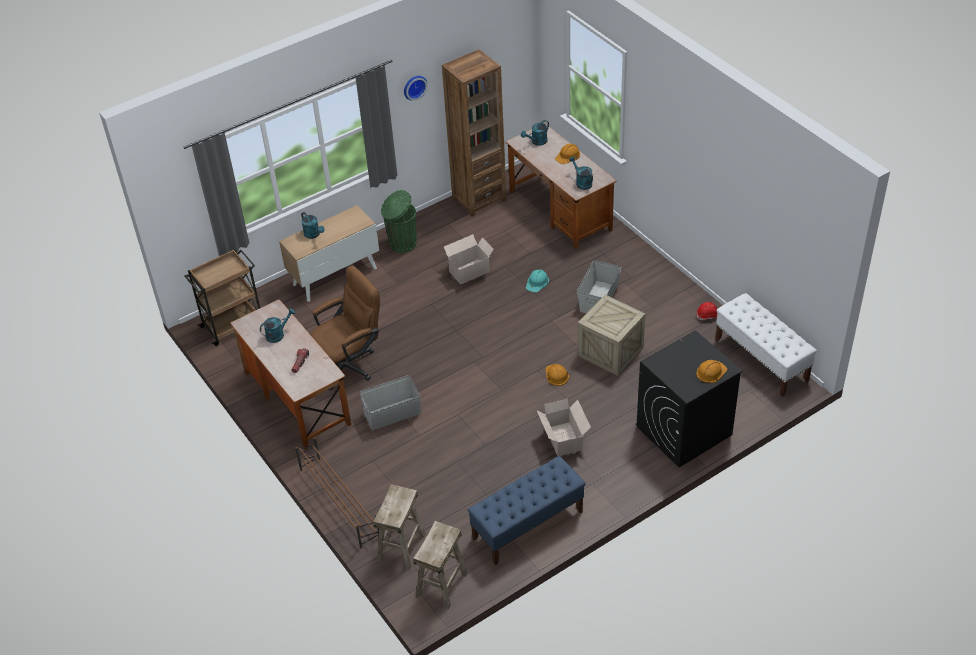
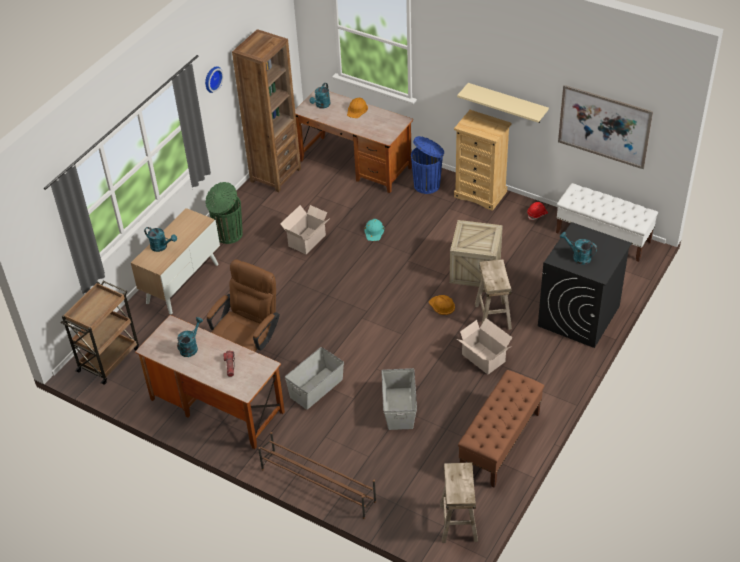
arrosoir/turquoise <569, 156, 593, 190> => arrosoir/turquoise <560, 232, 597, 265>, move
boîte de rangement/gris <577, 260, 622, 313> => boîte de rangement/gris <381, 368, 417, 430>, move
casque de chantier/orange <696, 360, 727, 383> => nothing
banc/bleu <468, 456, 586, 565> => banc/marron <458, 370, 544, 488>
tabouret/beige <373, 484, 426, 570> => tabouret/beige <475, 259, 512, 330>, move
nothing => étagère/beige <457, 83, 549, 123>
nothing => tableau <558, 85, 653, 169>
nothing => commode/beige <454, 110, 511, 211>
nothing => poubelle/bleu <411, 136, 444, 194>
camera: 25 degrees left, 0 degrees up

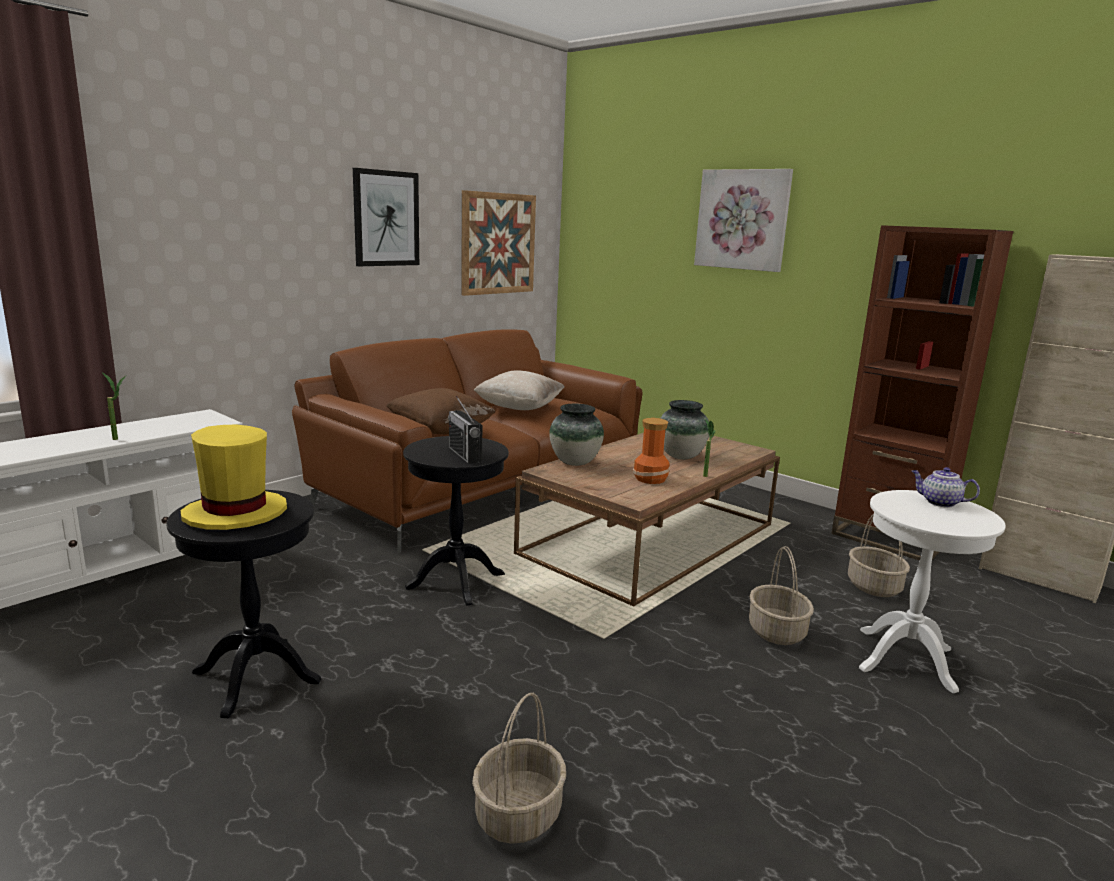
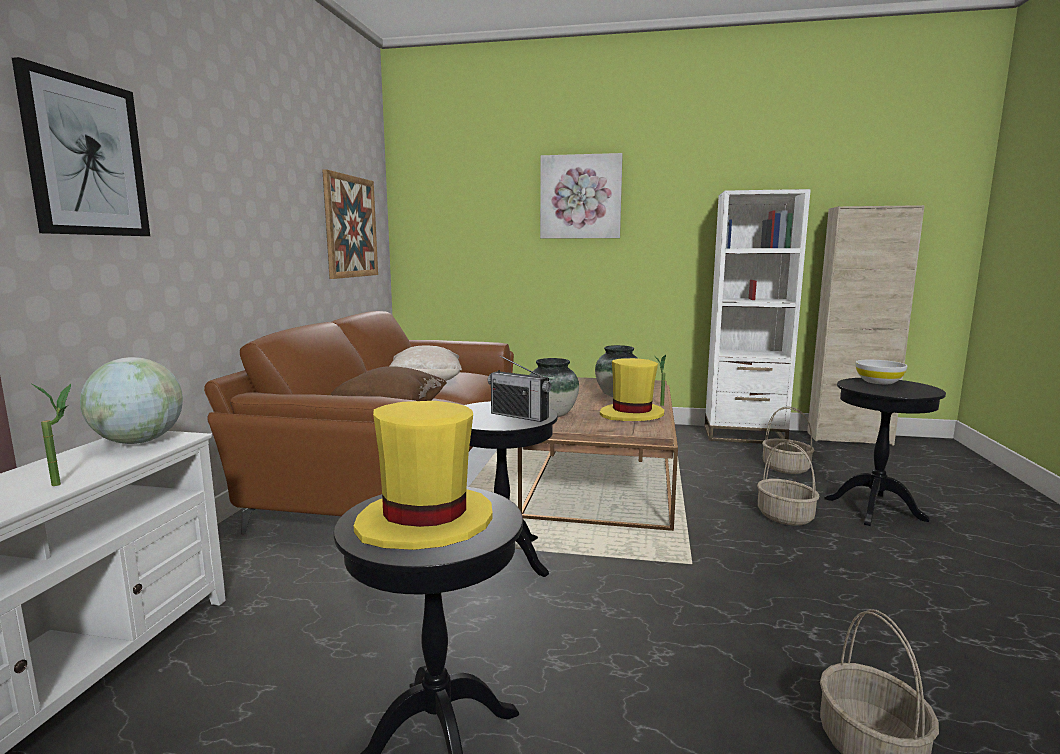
tableau <353, 168, 419, 266> => tableau <12, 57, 150, 236>, move
bibliothèque/marron <831, 225, 1014, 561> => bibliothèque/blanc <705, 189, 811, 444>
vase <633, 418, 670, 484> => chapeau/jaune <600, 358, 664, 421>
théière <912, 467, 980, 508> => bol/blanc <856, 360, 907, 384>
table d'appoint/blanc <859, 490, 1006, 694> => table d'appoint/noir <824, 378, 946, 526>
nothing => globe <80, 357, 183, 444>
camera: 30 degrees left, 5 degrees down

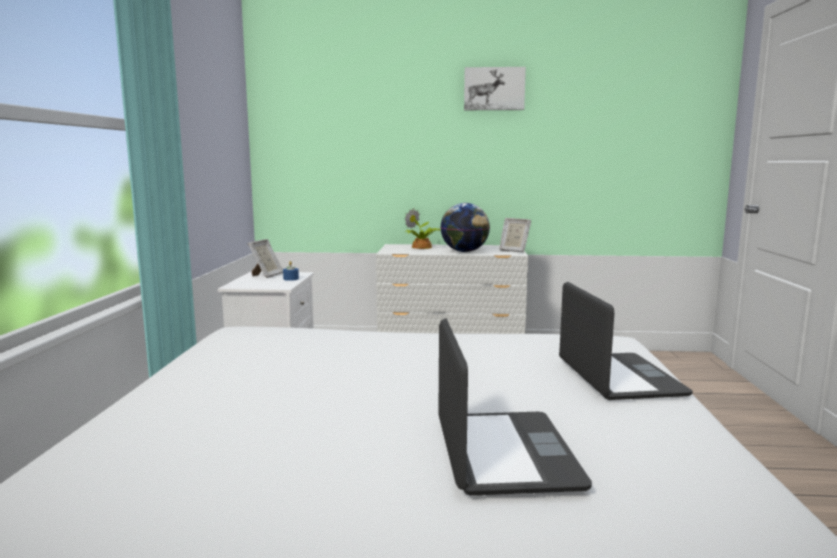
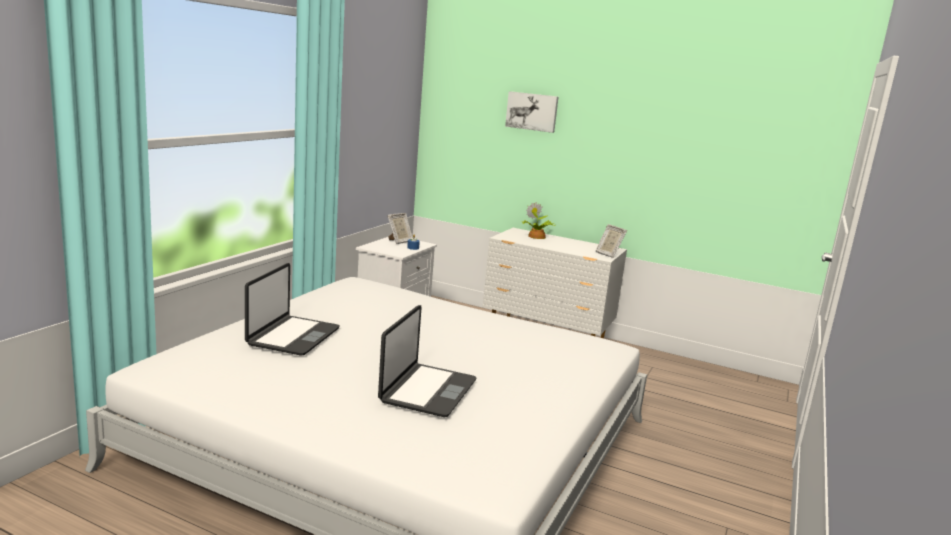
tableau <464, 67, 526, 110> => tableau <505, 91, 558, 133>, move
globe <440, 203, 490, 252> => nothing
ordinateur portable <559, 282, 693, 400> => ordinateur portable <245, 263, 340, 356>, move
camera: 20 degrees right, 5 degrees up

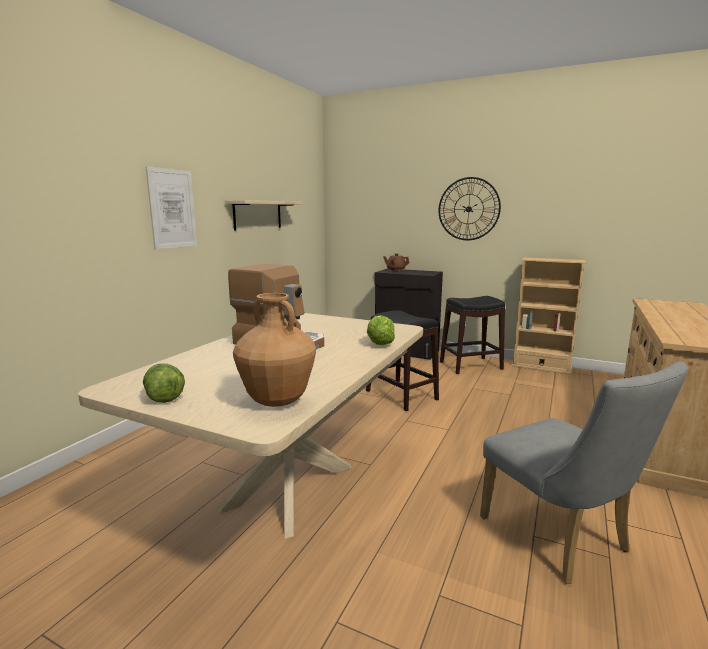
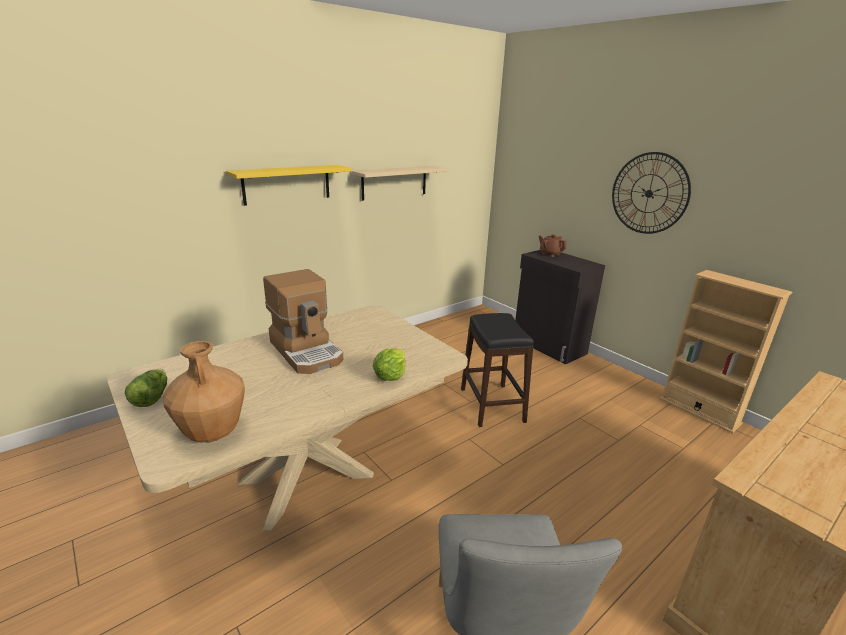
tableau <146, 167, 197, 249> => étagère/jaune <226, 165, 351, 206>
tabouret/noir <440, 296, 505, 374> => nothing
camera: 25 degrees right, 10 degrees up

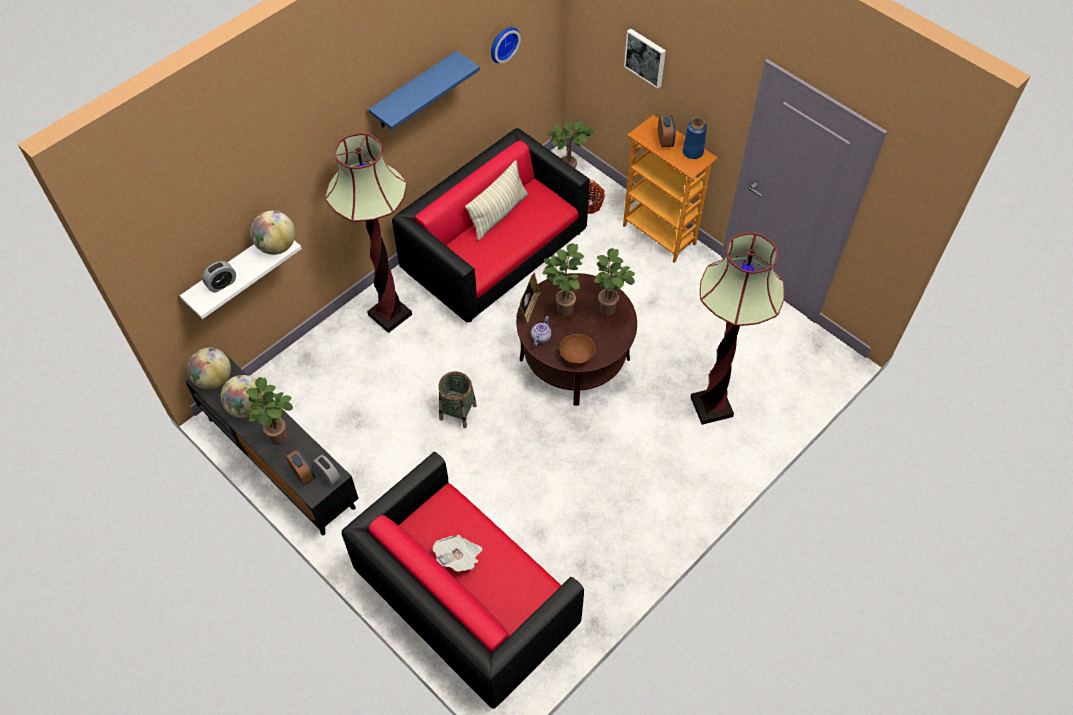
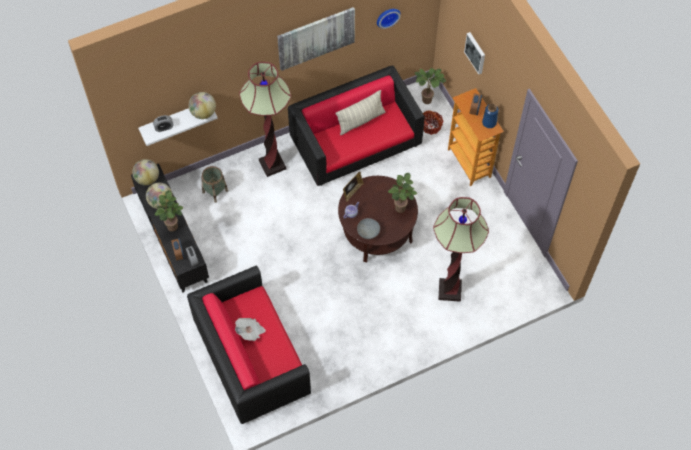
étagère/bleu <368, 51, 480, 130> => tableau <277, 7, 355, 71>
plante en pot <542, 243, 584, 317> => nothing
bol/marron <559, 334, 595, 365> => bol/gris <357, 218, 380, 239>
panier <439, 371, 477, 428> => panier <201, 166, 228, 203>, move
camera: 20 degrees right, 5 degrees up

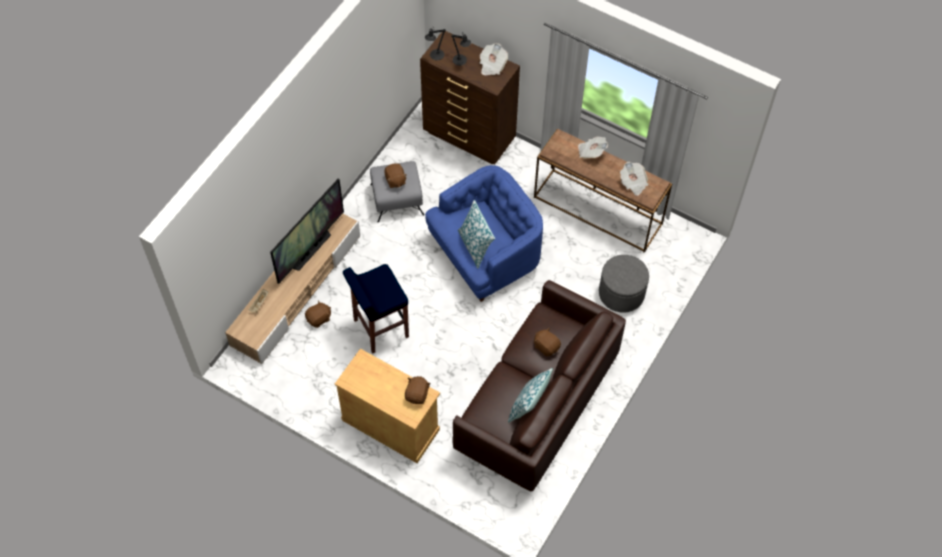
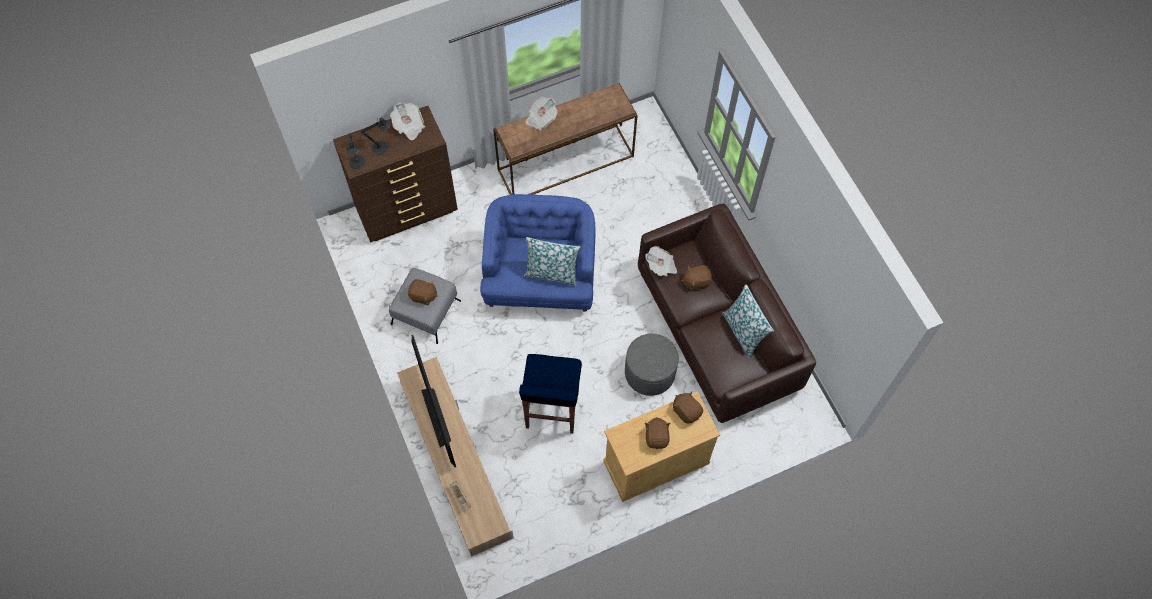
journal <620, 162, 649, 196> => journal <645, 246, 677, 276>, move
pouf/gris <599, 255, 649, 313> => pouf/gris <625, 334, 679, 396>, move
peluche/marron <305, 300, 331, 328> => peluche/marron <645, 417, 670, 450>, move
camera: 55 degrees left, 5 degrees up

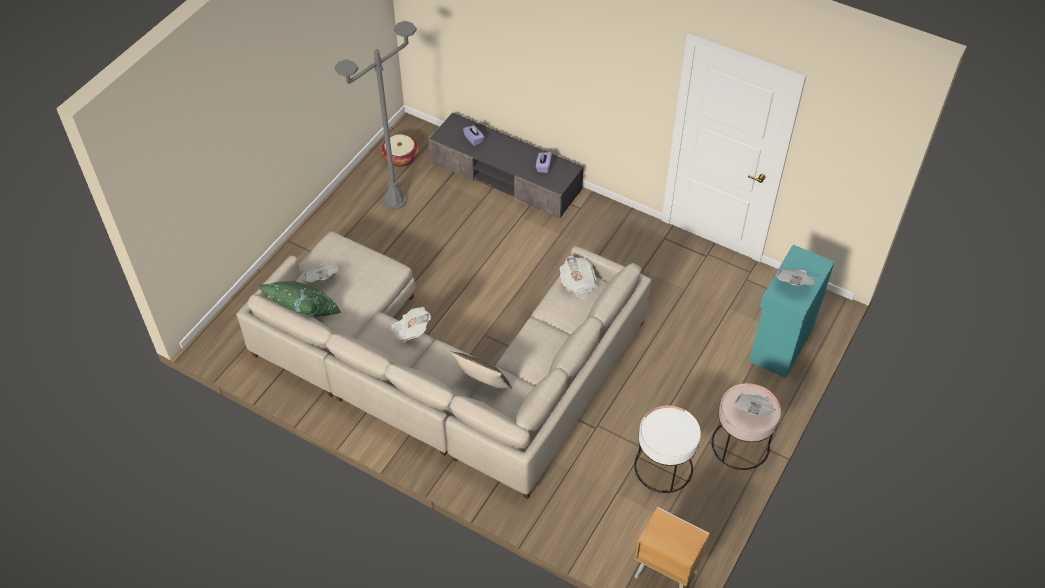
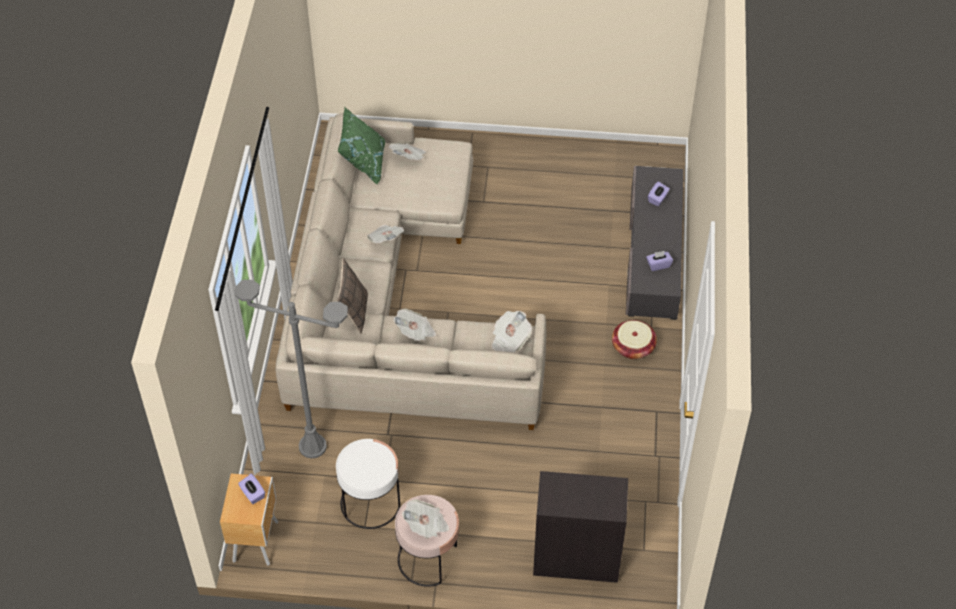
lampadaire/gris <334, 21, 417, 210> => lampadaire/gris <235, 280, 348, 459>, move
panier <381, 134, 419, 167> => panier <612, 320, 657, 359>, move
meuble de rangement/turquoise <749, 245, 834, 378> => meuble de rangement/noir <533, 471, 628, 583>
journal <776, 269, 816, 285> => journal <393, 308, 437, 341>, move
nothing => boîte à mouchoirs/violet <238, 474, 265, 504>
camera: 65 degrees right, 0 degrees up

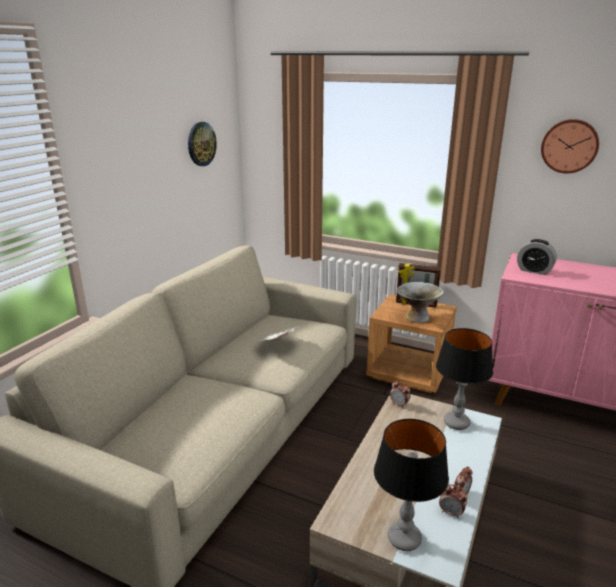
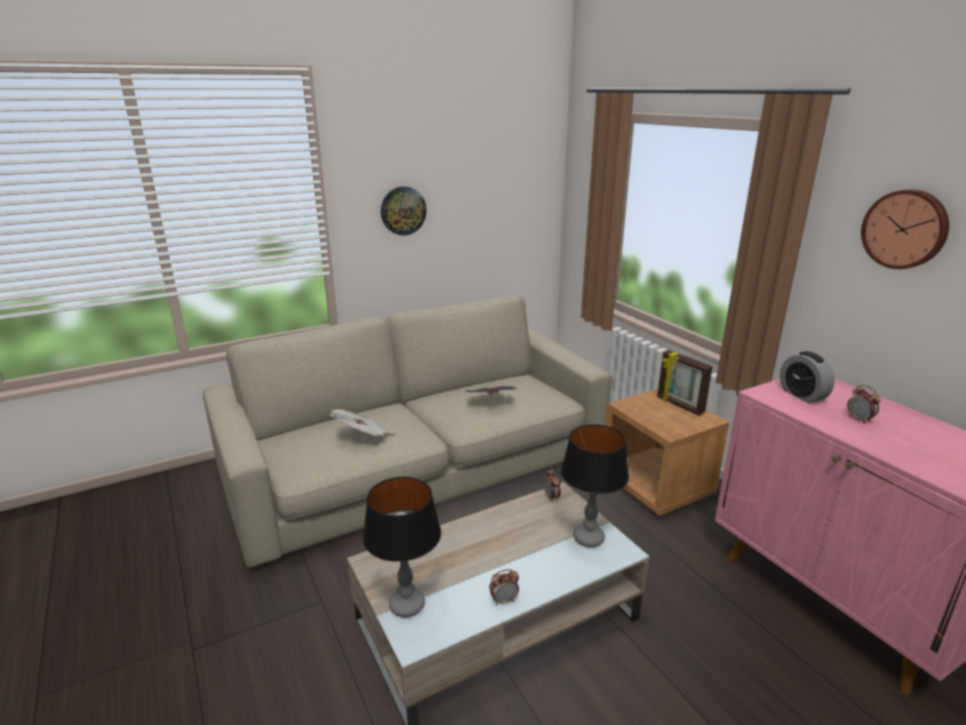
horloge murale <188, 122, 217, 166> => horloge murale <381, 186, 427, 236>, move
bol/gris <397, 282, 444, 323> => nothing
réveil <439, 484, 468, 518> => réveil <847, 385, 881, 424>, move
nothing => journal <329, 409, 395, 436>
camera: 35 degrees right, 0 degrees up

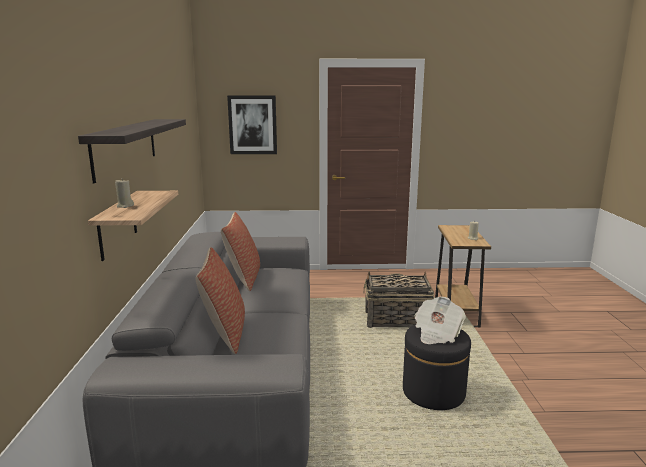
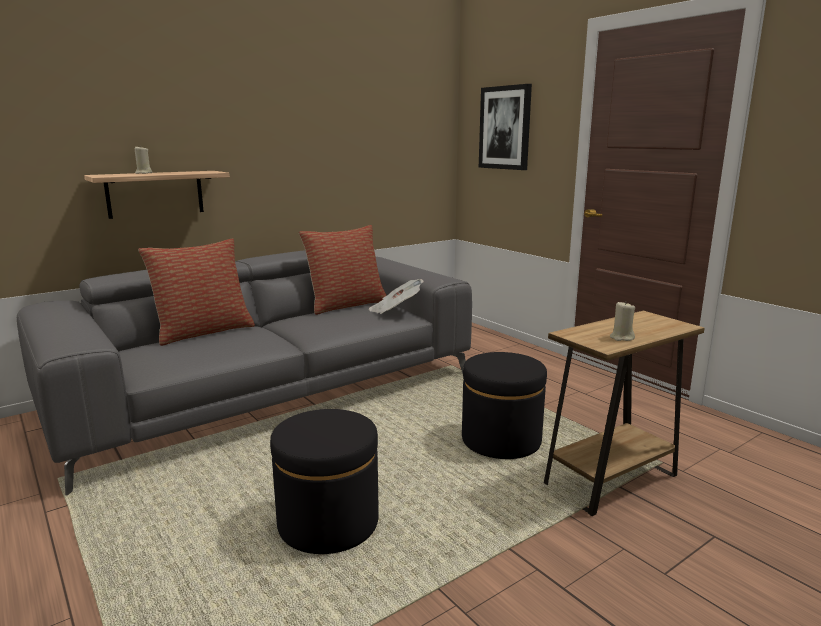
étagère <78, 119, 186, 183> => nothing
panier <364, 271, 434, 328> => pouf/noir <462, 352, 547, 459>
journal <414, 296, 466, 344> => journal <369, 279, 424, 314>, move
camera: 55 degrees right, 0 degrees up

